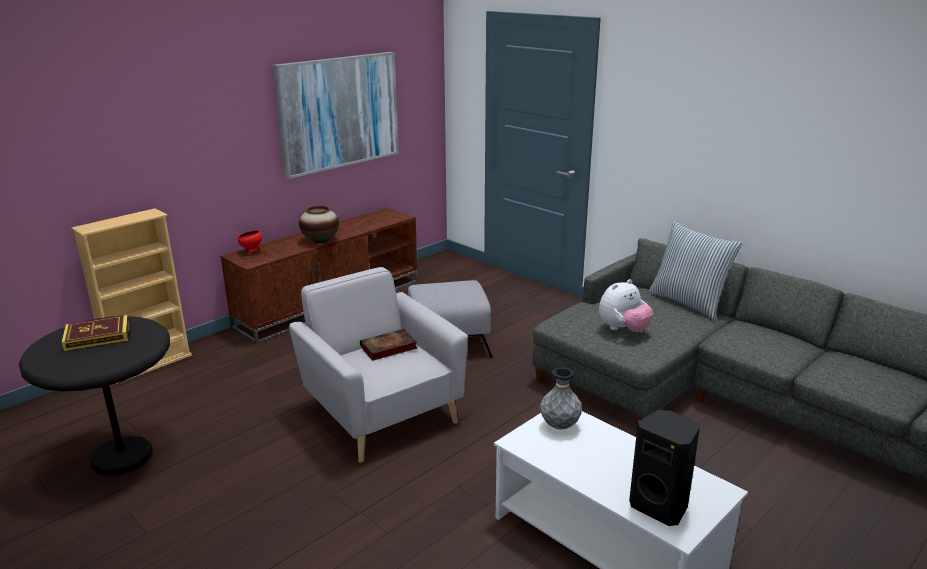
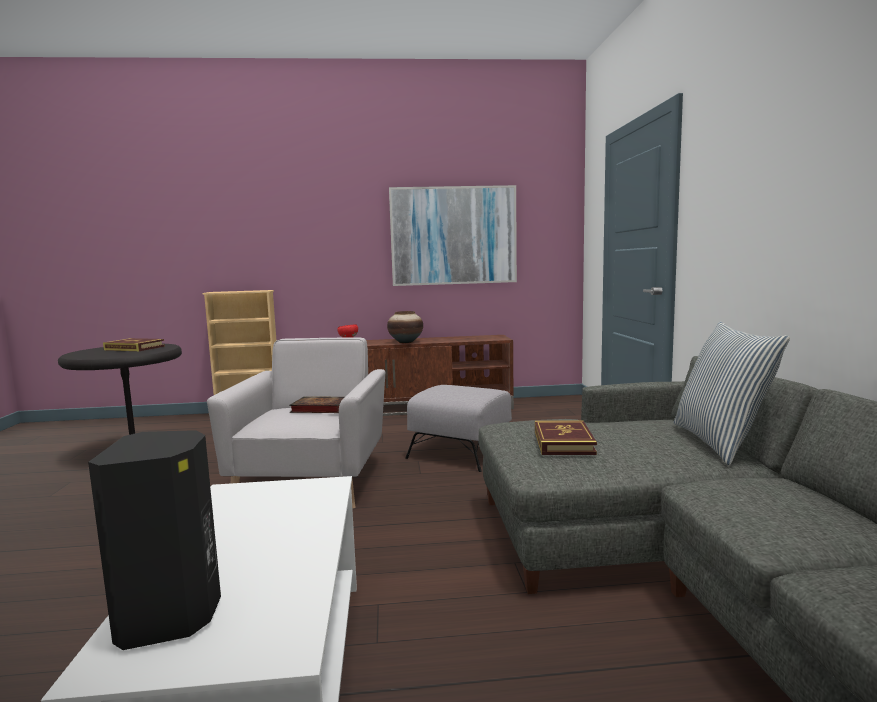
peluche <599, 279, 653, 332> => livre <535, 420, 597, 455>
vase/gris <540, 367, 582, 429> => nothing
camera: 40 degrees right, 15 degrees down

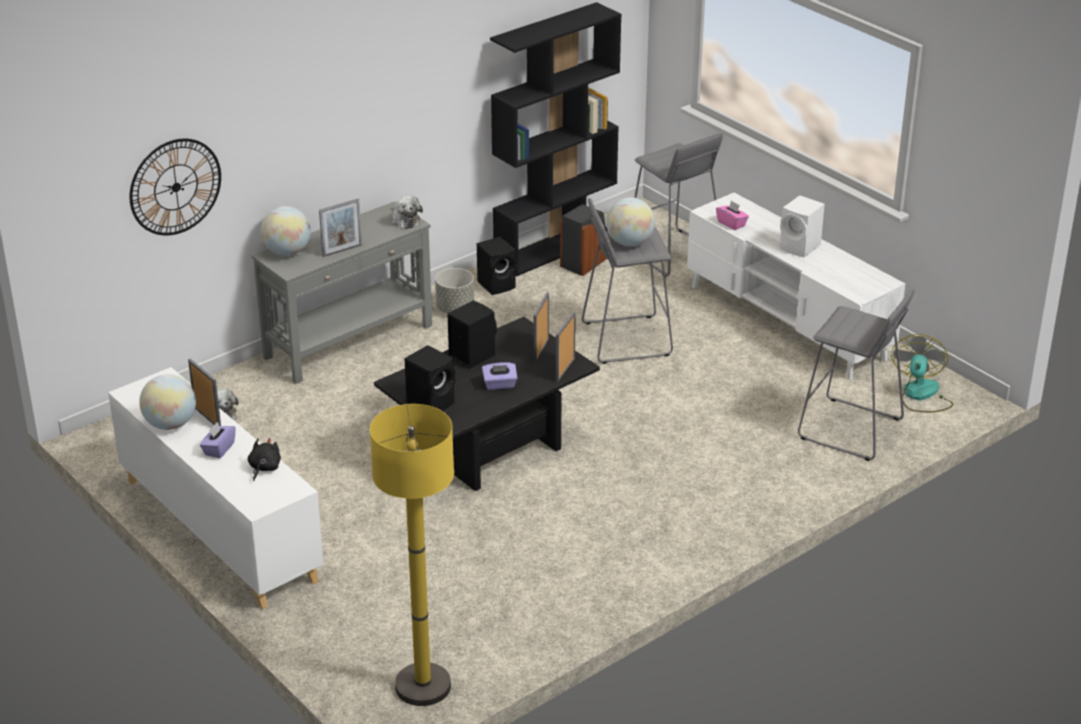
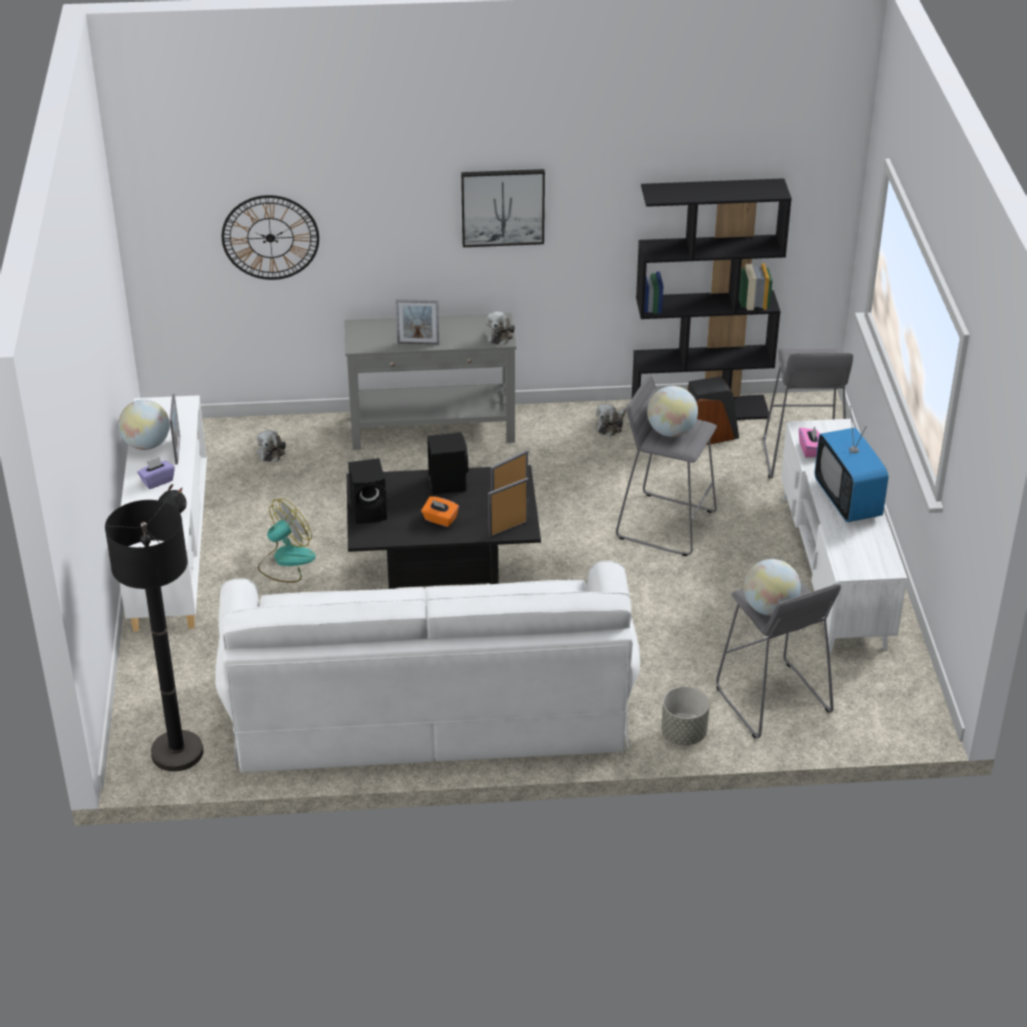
enceinte/blanc <780, 195, 825, 258> => téléviseur <815, 406, 889, 522>
globe <261, 206, 311, 256> => globe <744, 559, 801, 616>, move
enceinte/noir <477, 236, 517, 295> => peluche <596, 404, 626, 437>
cache-pot/gris <435, 268, 474, 314> => cache-pot/gris <661, 686, 710, 745>, move
ventilateur <891, 334, 953, 412> => ventilateur <258, 499, 316, 583>, move
boîte à mouchoirs/violet <482, 362, 517, 390> => boîte à mouchoirs/orange <421, 496, 459, 527>
lampadaire/jaune <370, 404, 454, 706> => lampadaire/noir <105, 500, 203, 771>
nothing => tableau <461, 169, 545, 247>
nothing => canapé/blanc <215, 560, 640, 772>
camera: 35 degrees right, 5 degrees up

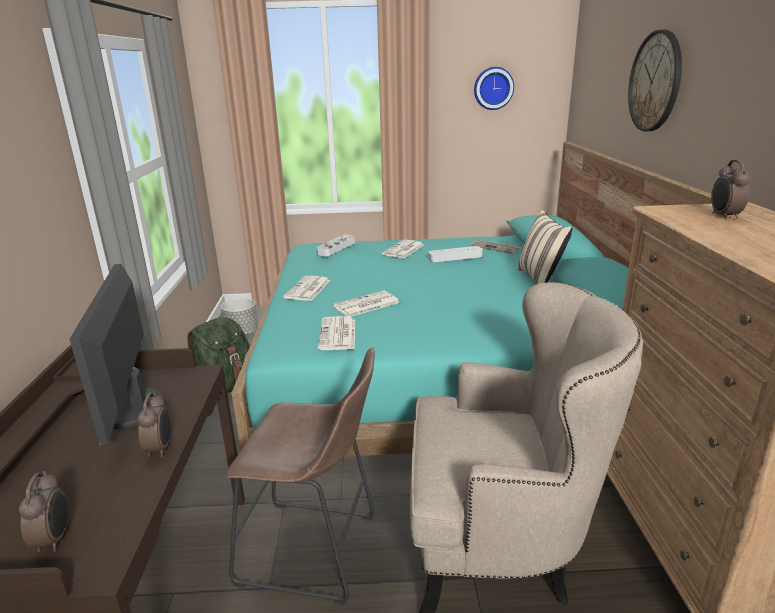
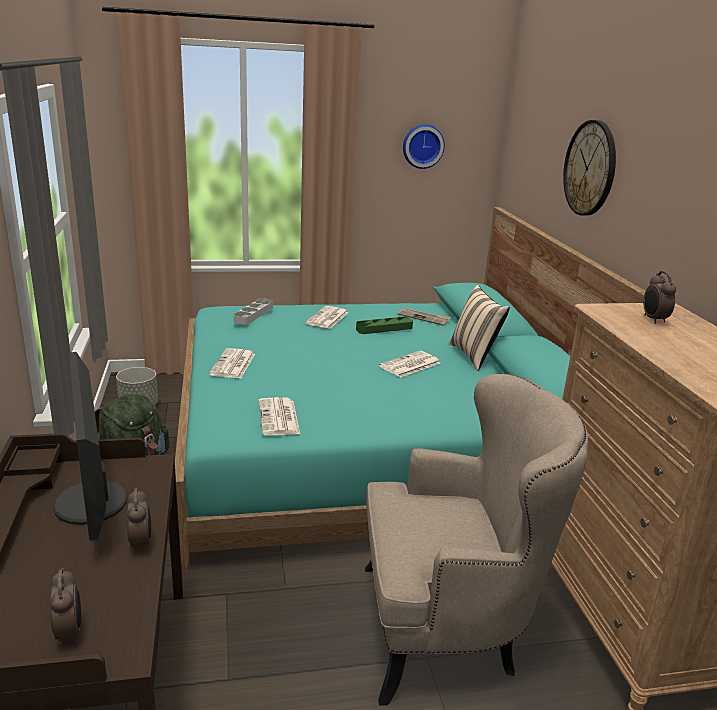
plateau/gris <428, 246, 483, 262> => plateau/vert <356, 317, 413, 334>
journal <333, 291, 399, 317> => journal <379, 351, 440, 378>, move
tabouret/marron <226, 347, 375, 604> => nothing
camera: 10 degrees left, 0 degrees up

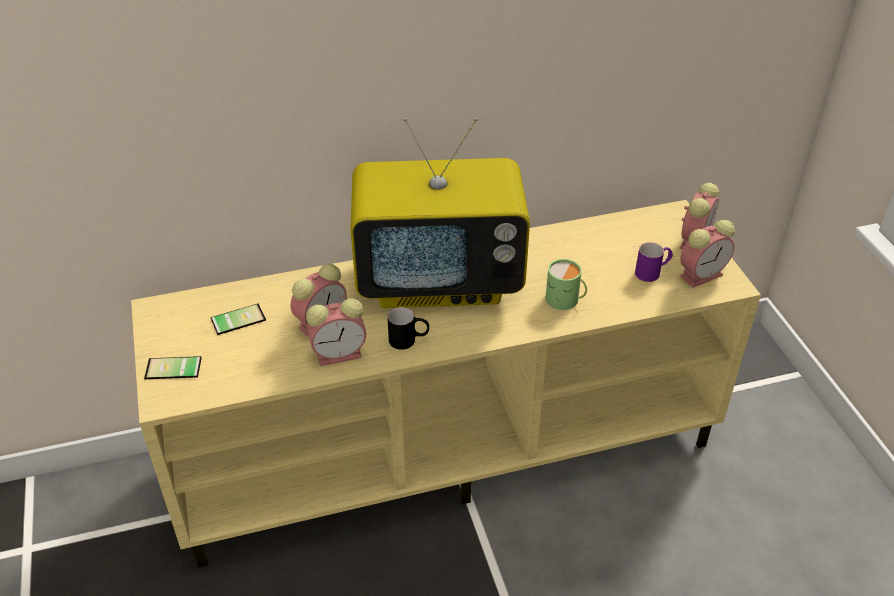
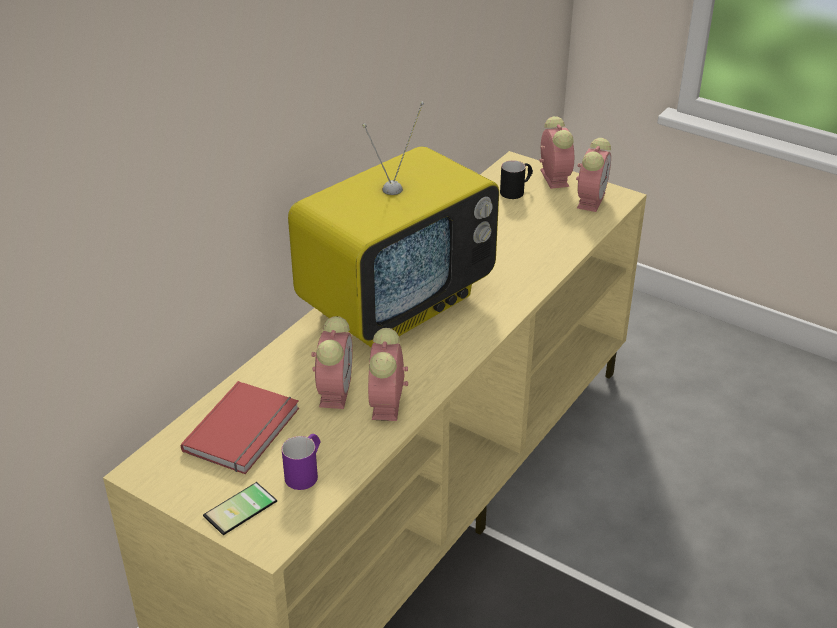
mug/violet <635, 242, 673, 282> => mug/violet <282, 434, 321, 490>, move
mug/vert <546, 259, 587, 310> => nothing
réveil <306, 298, 366, 366> => réveil <368, 328, 408, 421>, 150 degrees clockwise
téléphone <211, 303, 266, 335> => livre/rouge <181, 381, 299, 474>
mug/noir <387, 307, 429, 350> => mug/noir <500, 160, 533, 199>, move
camera: 40 degrees left, 5 degrees down

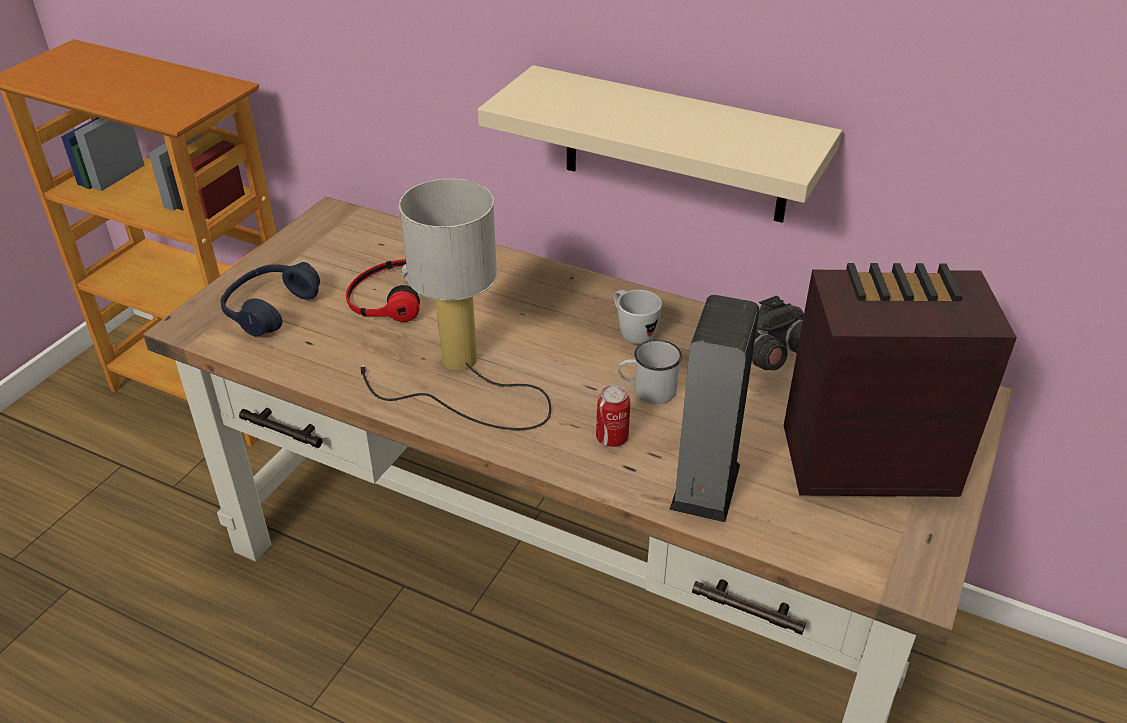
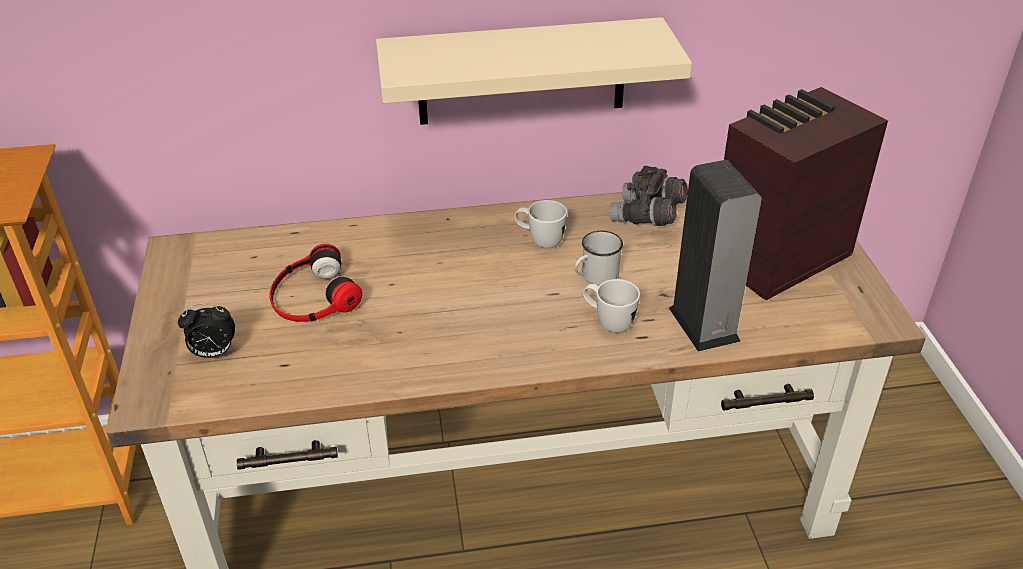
lampe de table <361, 178, 552, 430> => nothing
casque audio/bleu <220, 262, 320, 336> => réveil <178, 303, 235, 358>
boîte métallique <596, 385, 630, 447> => mug/blanc <583, 279, 640, 333>
camera: 35 degrees left, 0 degrees up

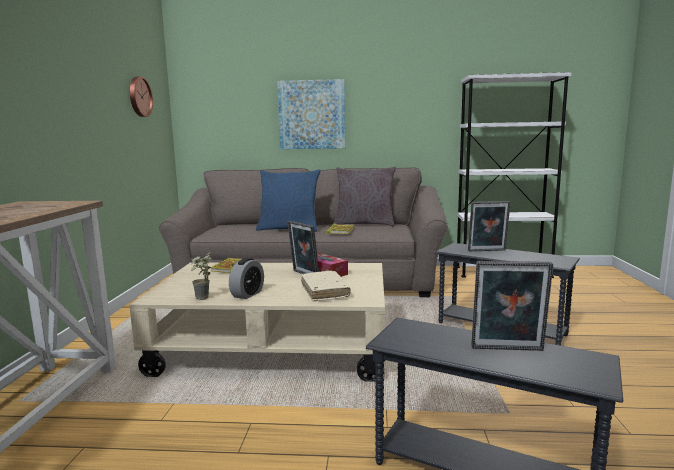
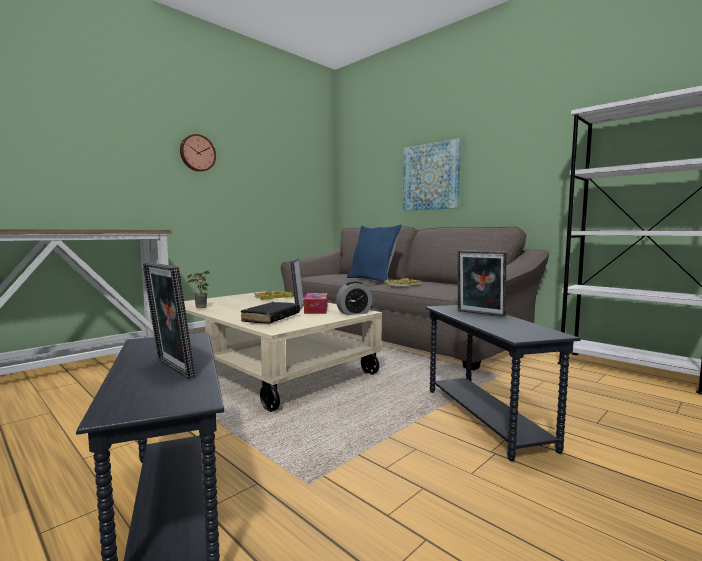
horloge murale <130, 76, 153, 117> => horloge murale <180, 134, 216, 172>, move
coussin/gris <334, 166, 396, 226> => nothing
réveil <229, 258, 264, 299> => réveil <336, 281, 372, 315>, move
livre/beige <301, 271, 351, 302> => livre/noir <240, 302, 300, 324>
camera: 40 degrees right, 5 degrees down

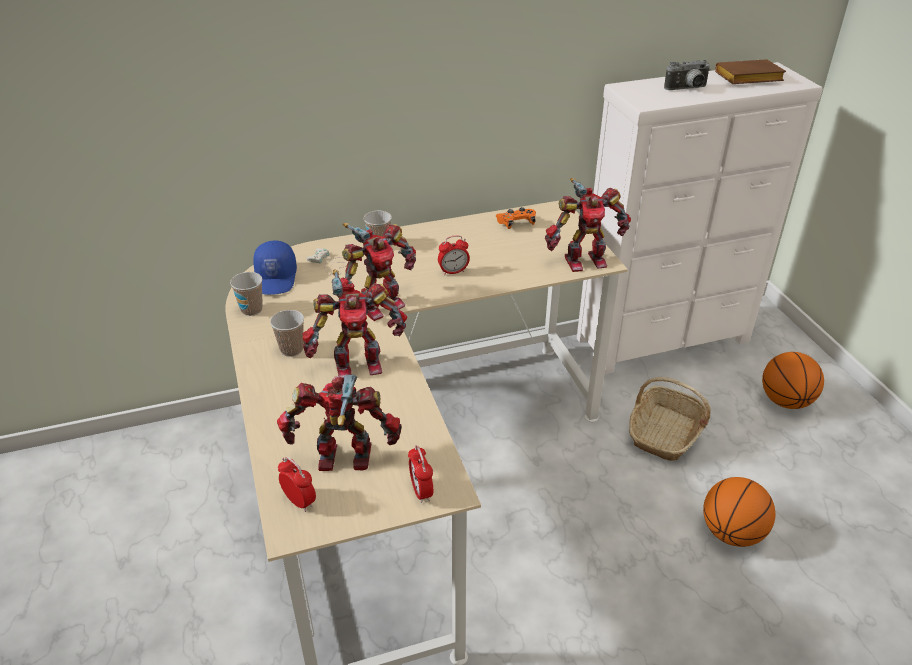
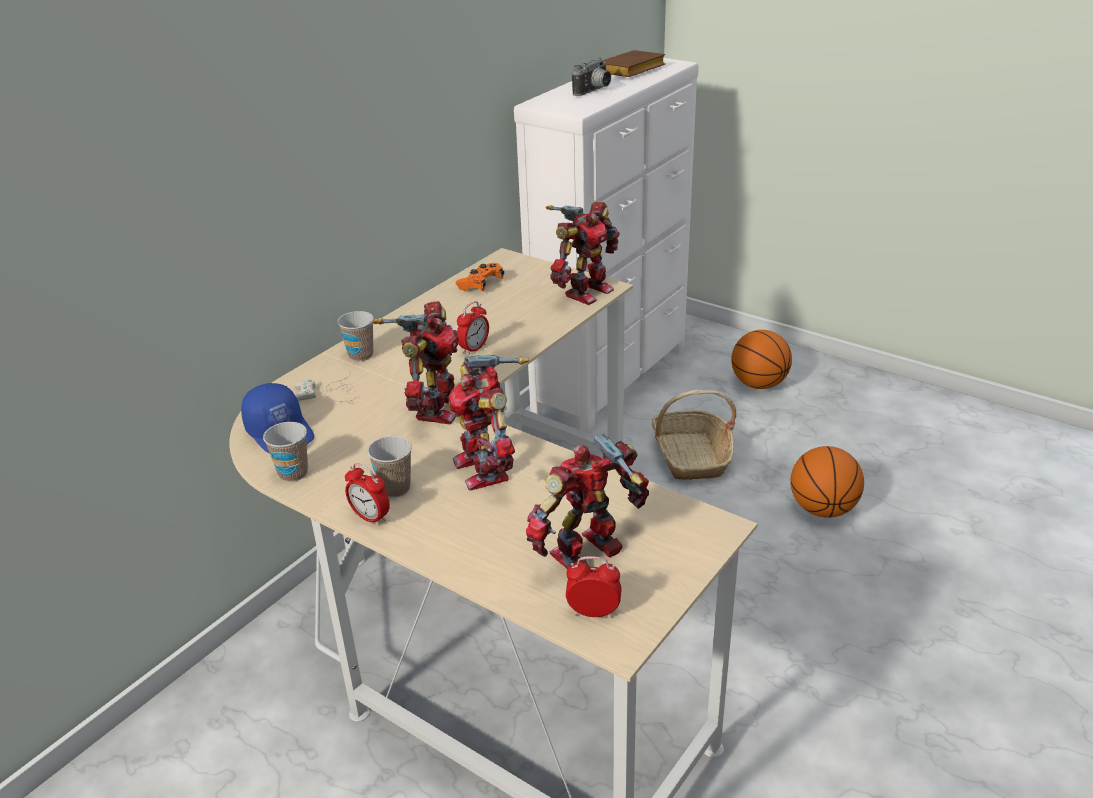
robot jouet <302, 269, 407, 378> => robot jouet <448, 355, 529, 490>, 120 degrees clockwise
réveil <408, 445, 433, 503> => réveil <345, 463, 390, 526>, move
camera: 35 degrees left, 5 degrees down

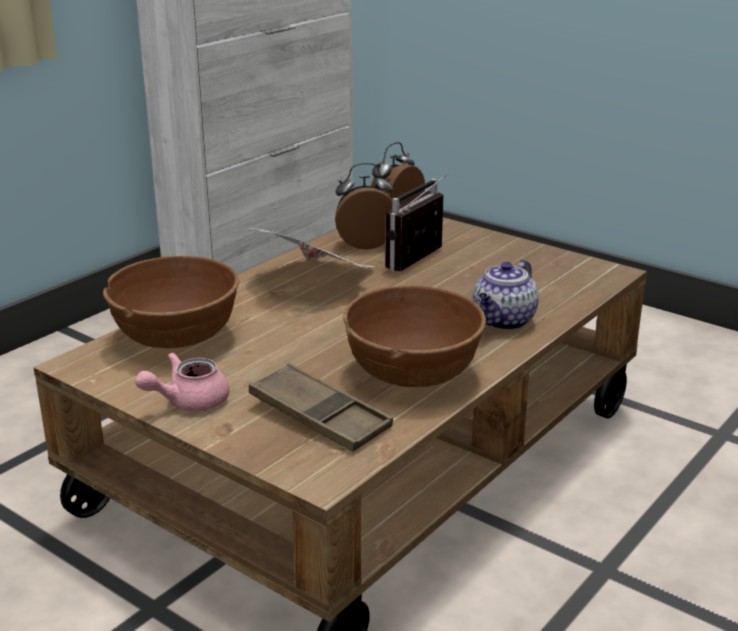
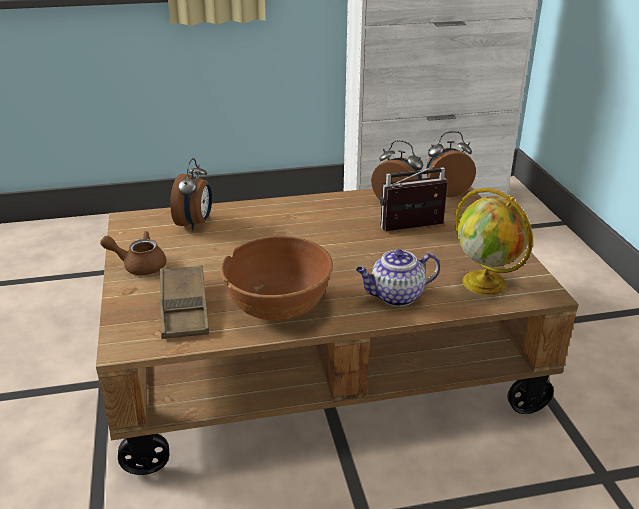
journal <249, 228, 374, 269> => nothing
bol/marron <103, 256, 239, 348> => réveil <170, 158, 212, 231>
théière/rose <135, 352, 229, 411> => théière/marron <100, 231, 166, 275>
nothing => globe <455, 188, 533, 295>
camera: 40 degrees right, 5 degrees up

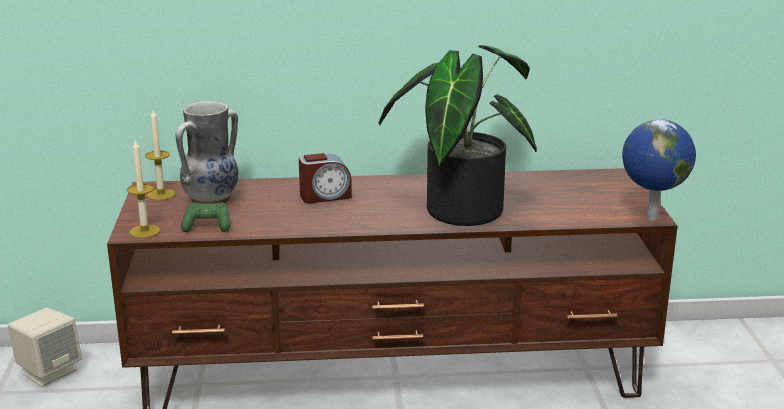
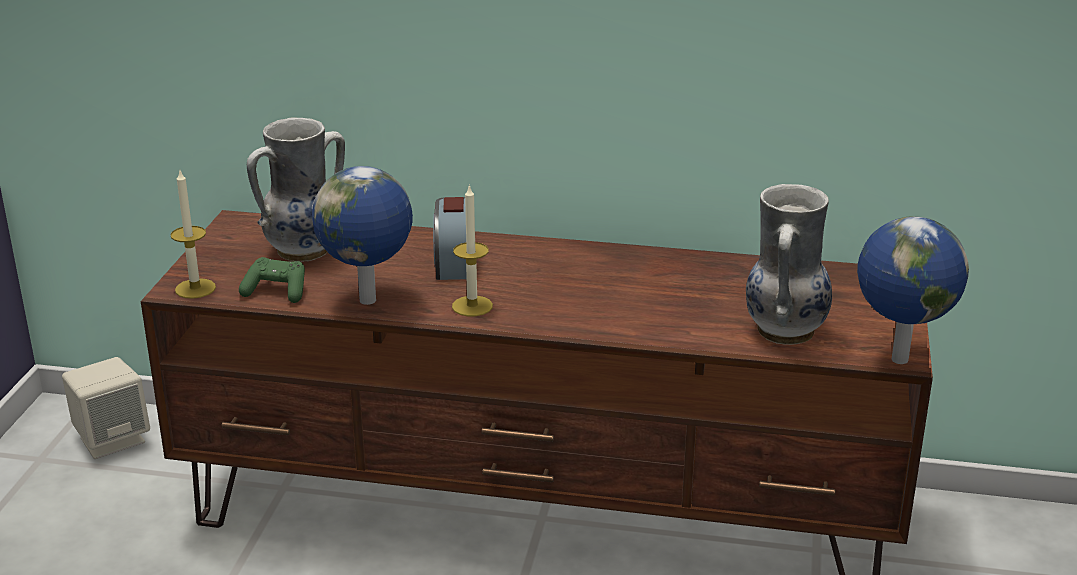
plante en pot <379, 45, 537, 226> => nothing
bougie <145, 110, 175, 200> => bougie <452, 184, 493, 316>, move
réveil <299, 153, 352, 203> => réveil <433, 197, 467, 280>, 90 degrees clockwise
nothing => globe <312, 166, 413, 305>
nothing => vase <746, 184, 832, 345>
camera: 15 degrees right, 5 degrees up

